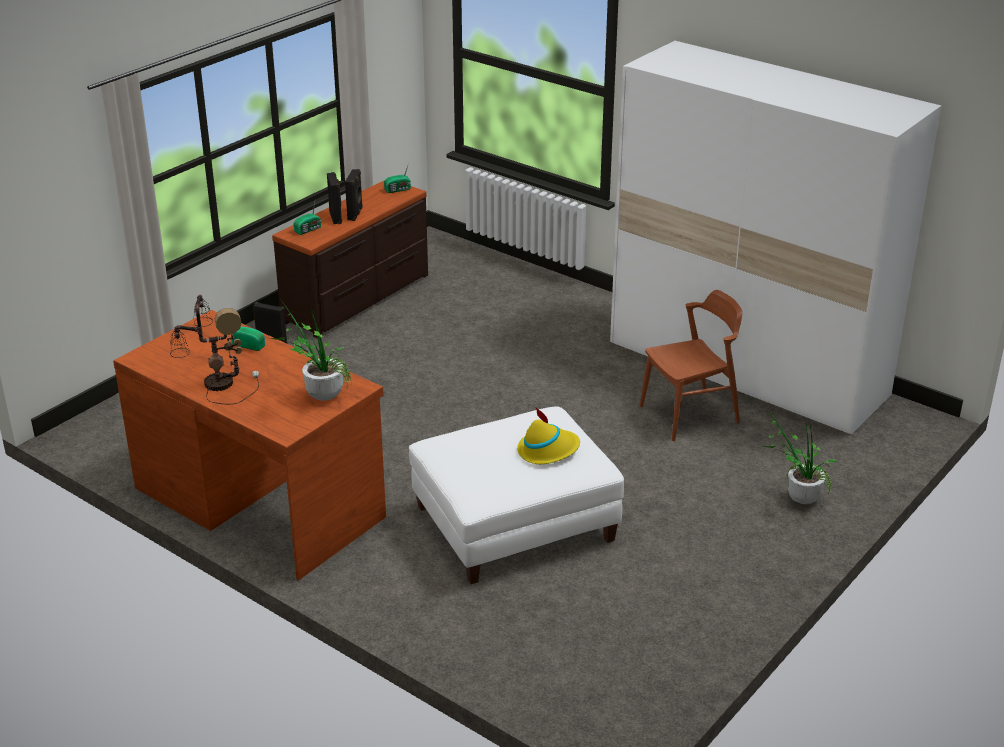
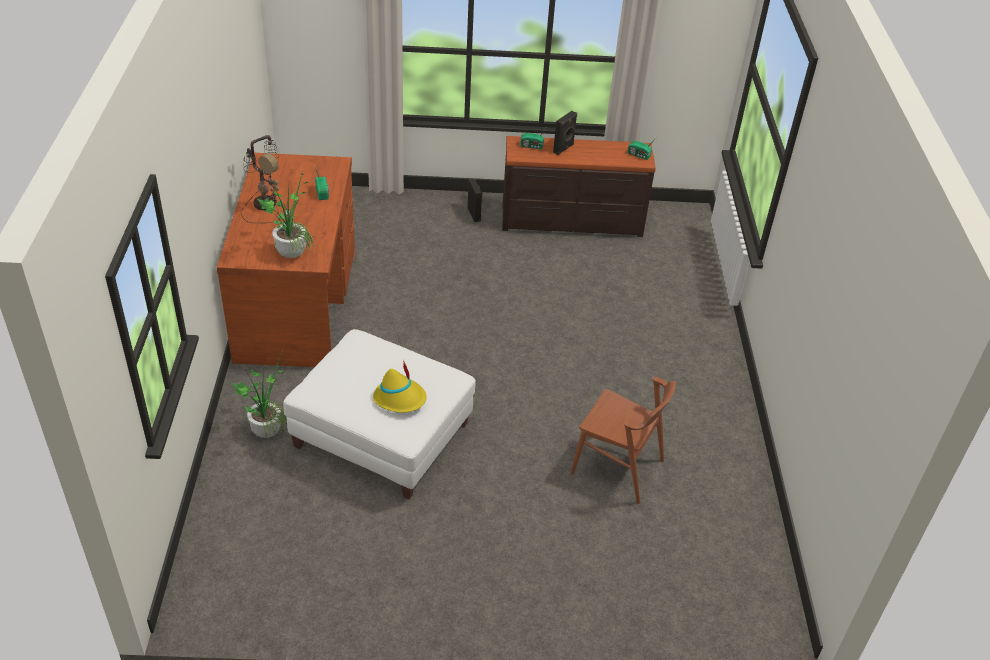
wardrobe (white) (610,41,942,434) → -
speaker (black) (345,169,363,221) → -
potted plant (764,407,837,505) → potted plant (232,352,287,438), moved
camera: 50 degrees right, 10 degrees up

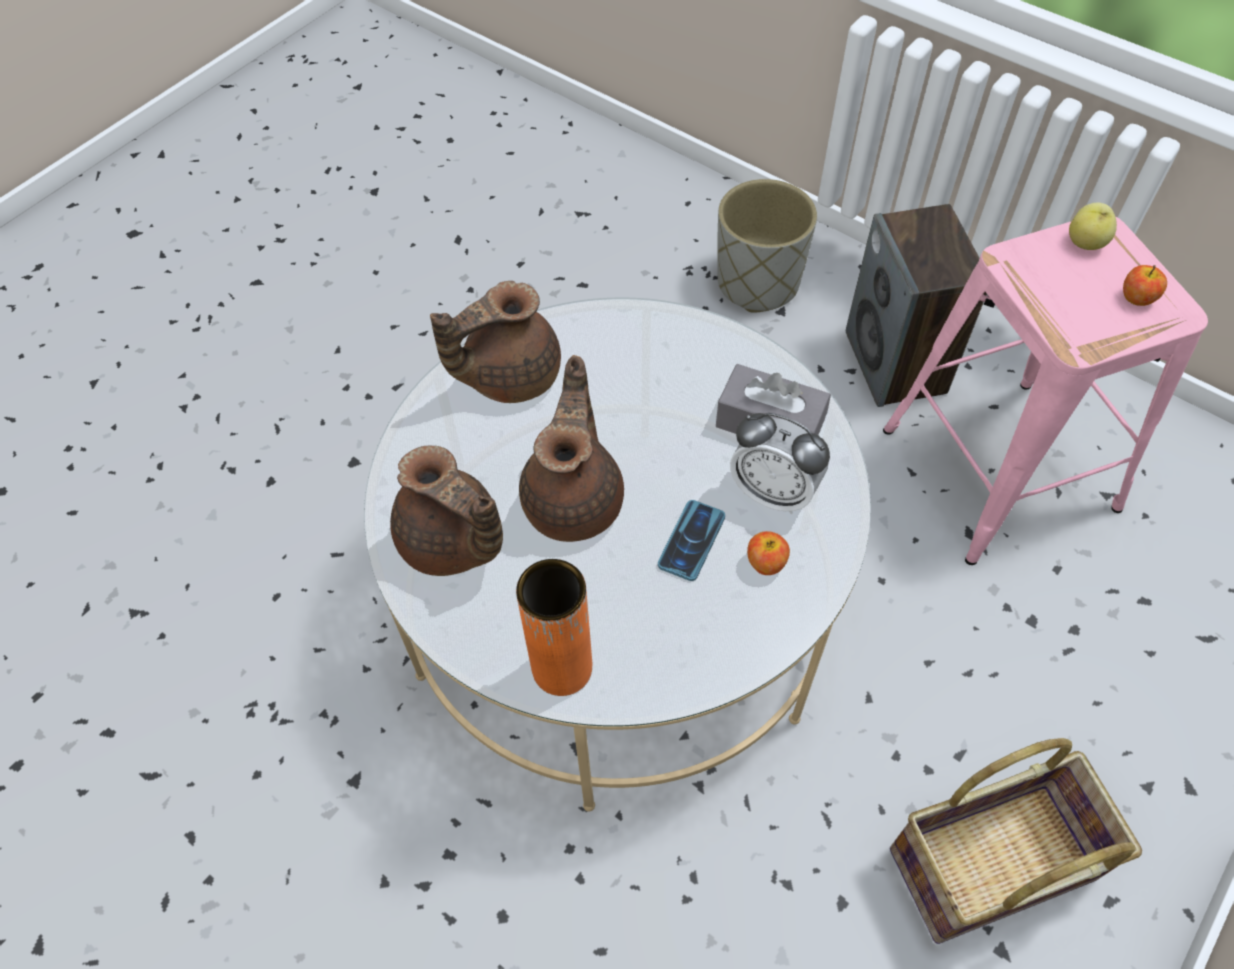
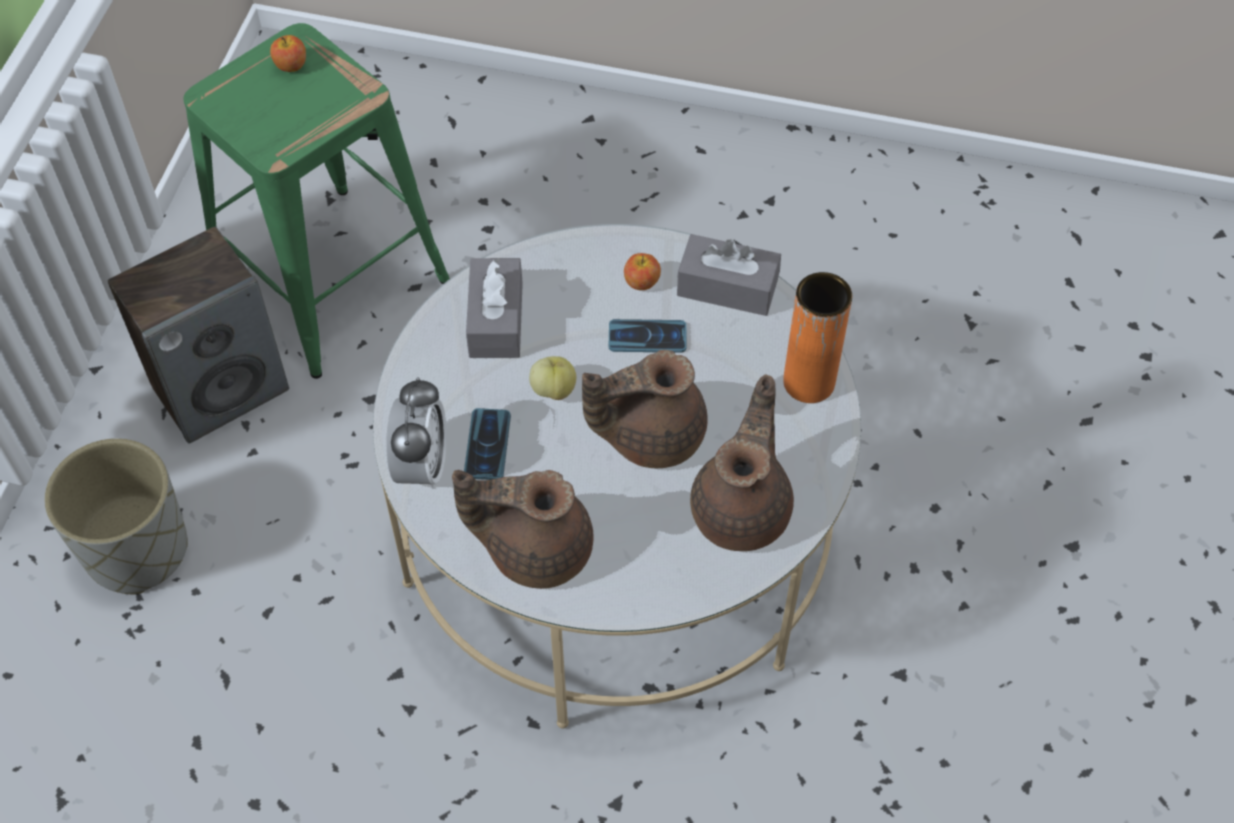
apple (1069,203,1117,250) → apple (529,356,576,400), moved
stool (pink) (883,216,1208,565) → stool (green) (183,23,450,379)
teapot (brown) (430,281,561,403) → teapot (brown) (452,470,594,589), 150 degrees clockwise
alarm clock (730,413,830,514) → alarm clock (386,377,447,489), moved
basket (890,738,1142,944) → -
- → tissue box (grey) (677,234,781,316)
- → phone (464,408,511,480)
camera: 115 degrees left, 0 degrees up

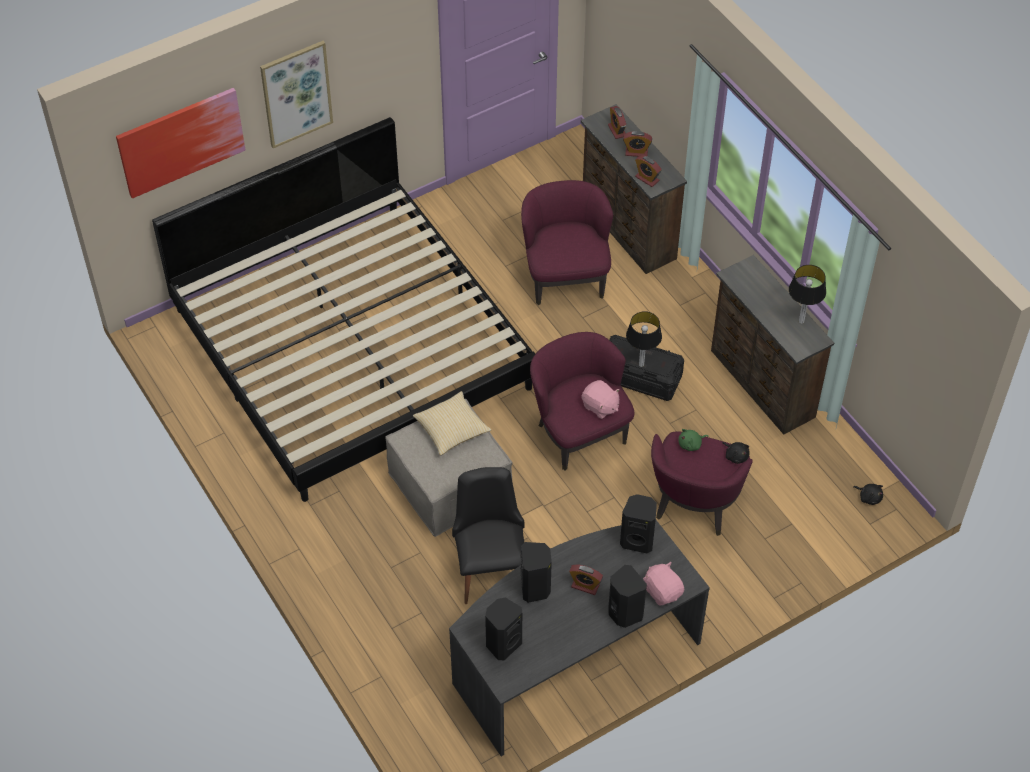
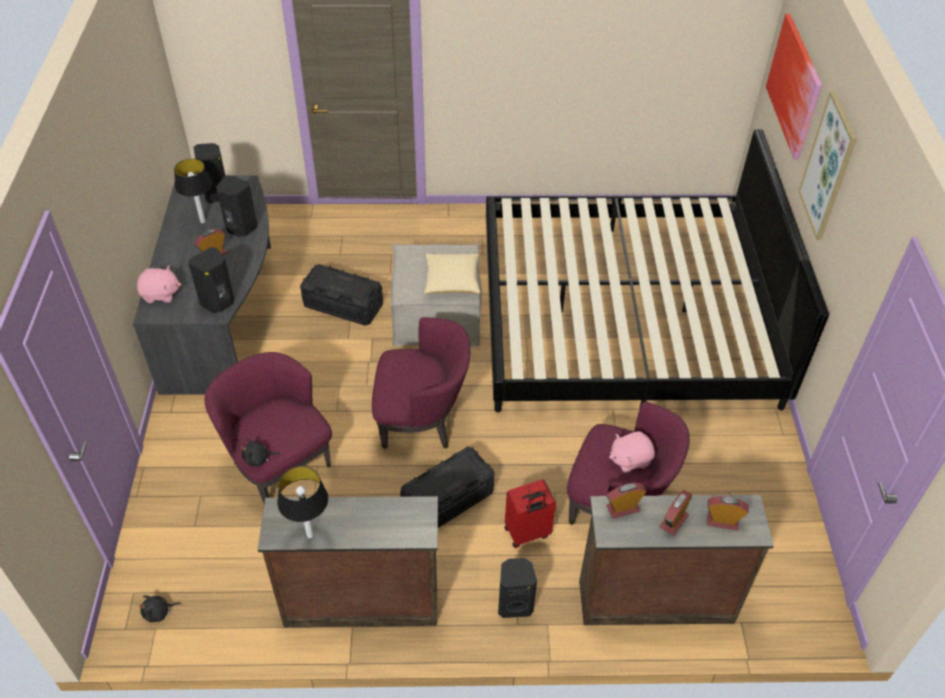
table lamp (626,311,662,367) → table lamp (174,158,212,223), moved
plush toy (pink) (582,380,620,419) → plush toy (pink) (609,431,655,473), moved
plush toy (green) (678,429,708,451) → -
chair (black) (452,467,525,604) → storage box (black) (300,264,383,326)
speaker (black) (608,565,647,628) → speaker (black) (498,558,537,618), moved
- → suitcase (red) (505,480,556,548)
camera: 120 degrees right, 5 degrees down

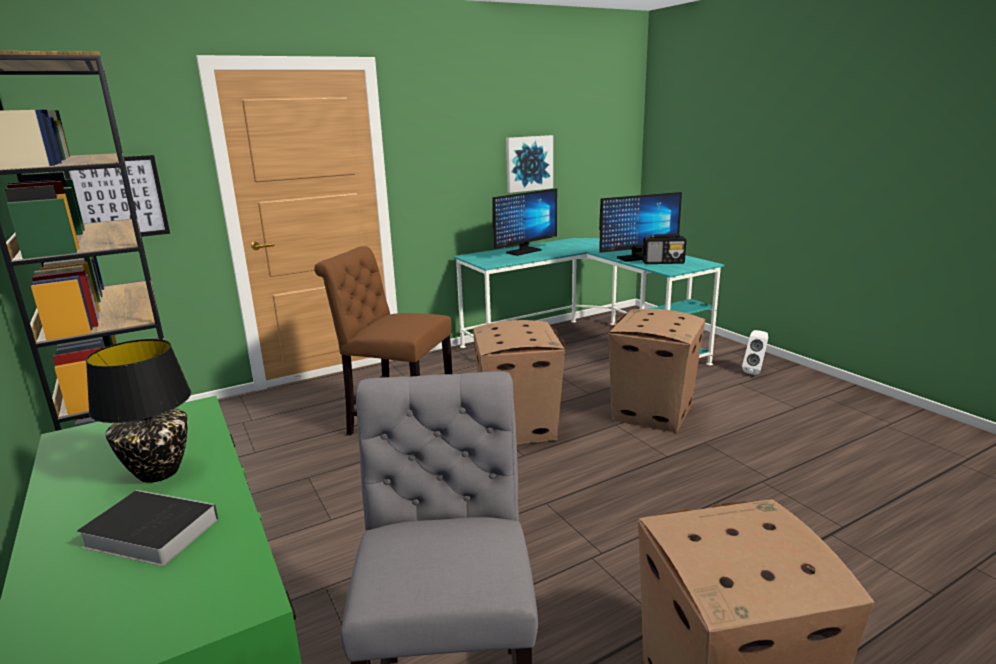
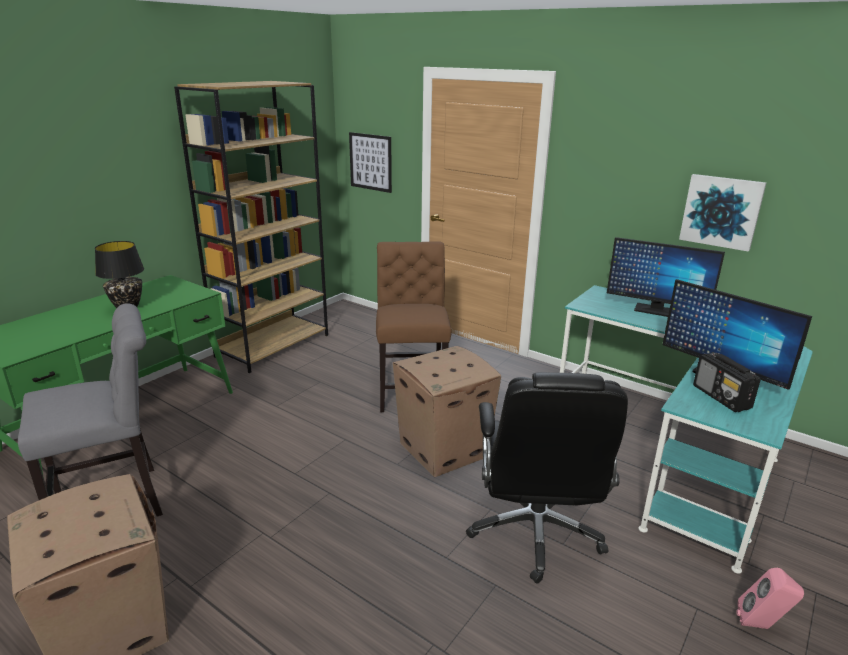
cardboard box (608,309,705,433) → office chair (black) (466,372,628,583)
speaker (white) (742,330,768,375) → speaker (pink) (736,568,804,629)
book (77,490,218,566) → -
camera: 65 degrees right, 5 degrees up

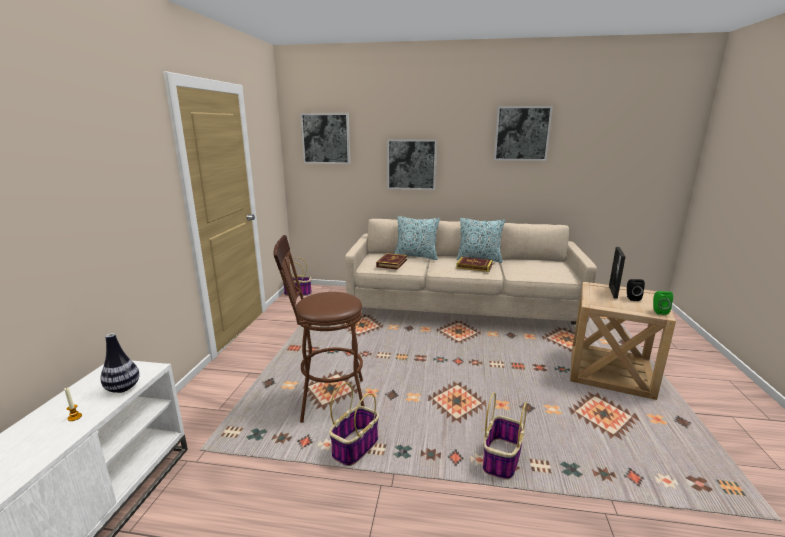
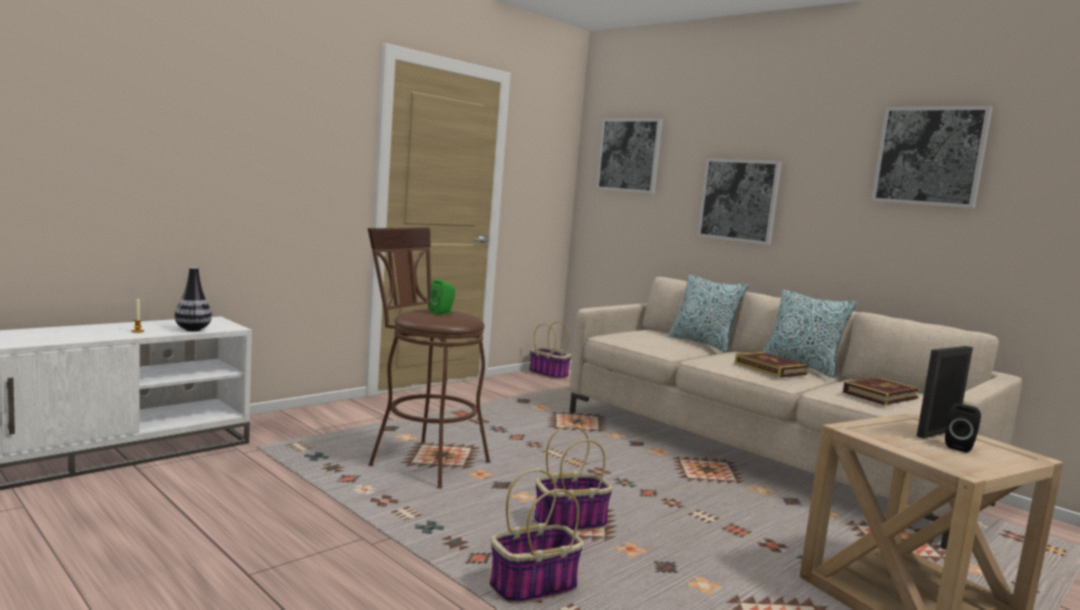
book (376,253,407,270) → book (843,377,920,405), moved
speaker (green) (653,291,673,315) → speaker (green) (429,279,455,315), moved
basket (329,383,379,466) → basket (534,425,613,531), moved
camera: 35 degrees right, 10 degrees down

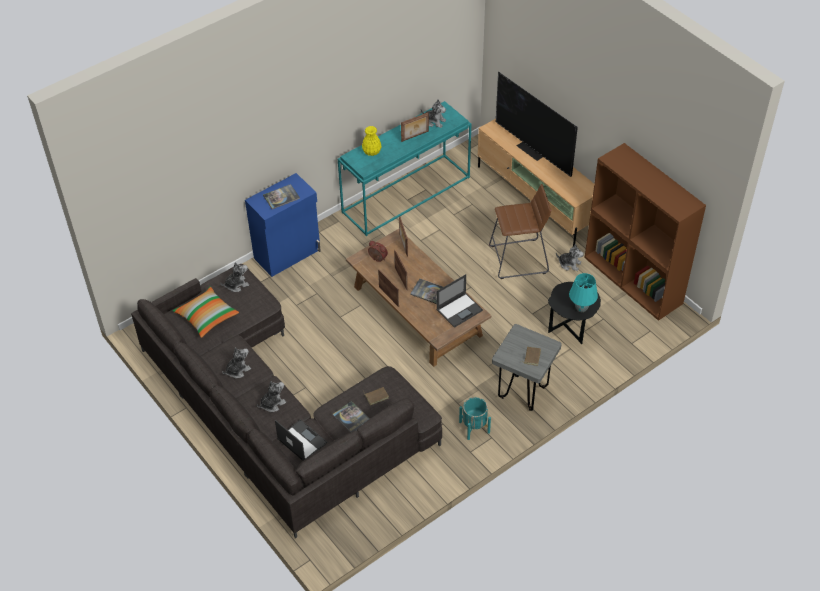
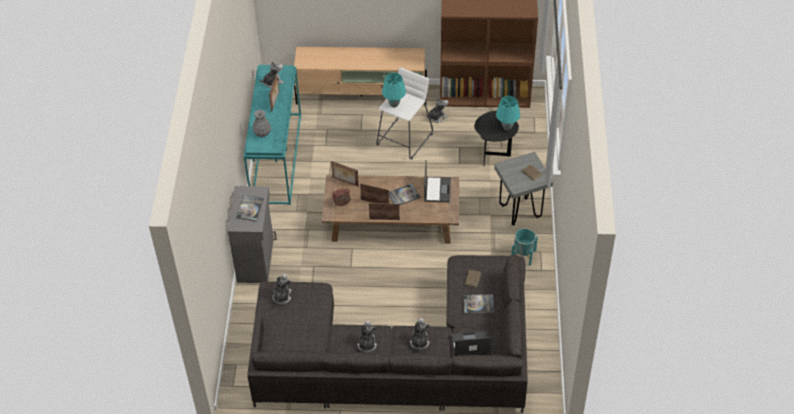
television (496,72,578,177) → -
vase (yellow) (362,126,382,156) → vase (grey) (252,110,271,137)
cabinet (blue) (245,173,321,277) → cabinet (grey) (228,186,277,283)
stool (brown) (489,184,551,279) → stool (white) (376,67,433,159)
pillow (172,286,239,338) → -
- → table lamp (turquoise) (382,73,406,107)
camera: 50 degrees left, 0 degrees up

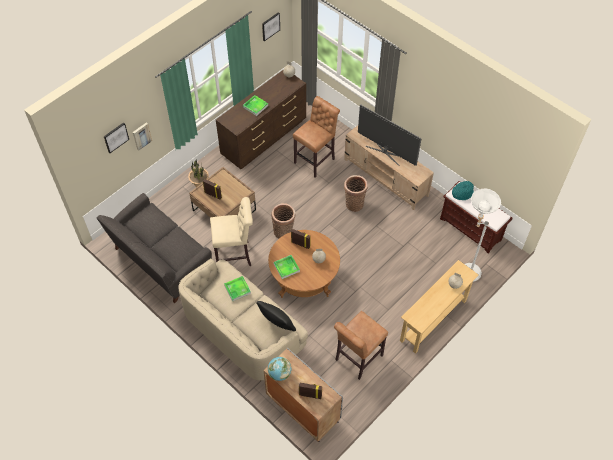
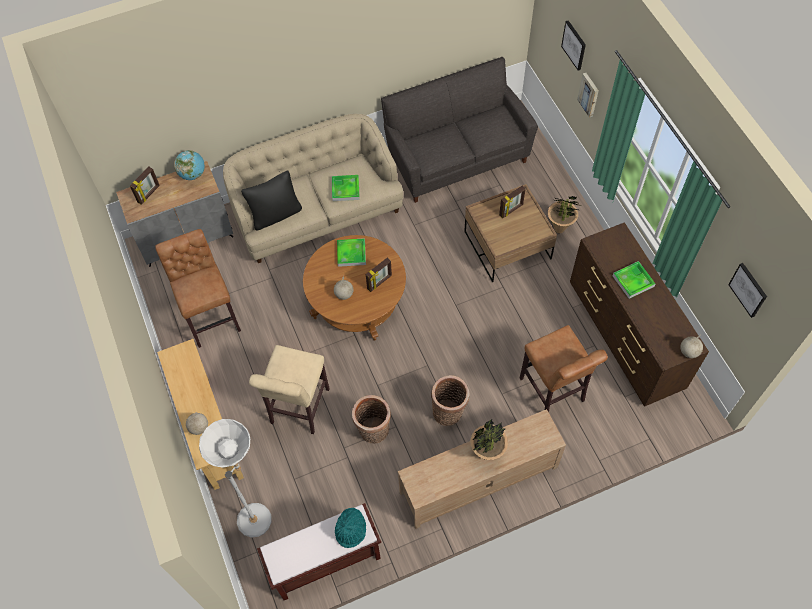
television (358,104,422,166) → potted plant (470,419,508,460)
stool (beige) (210,197,253,266) → stool (beige) (249,345,330,434), moved
basket (271,203,296,238) → basket (352,395,391,444), moved
camera: 115 degrees right, 5 degrees up

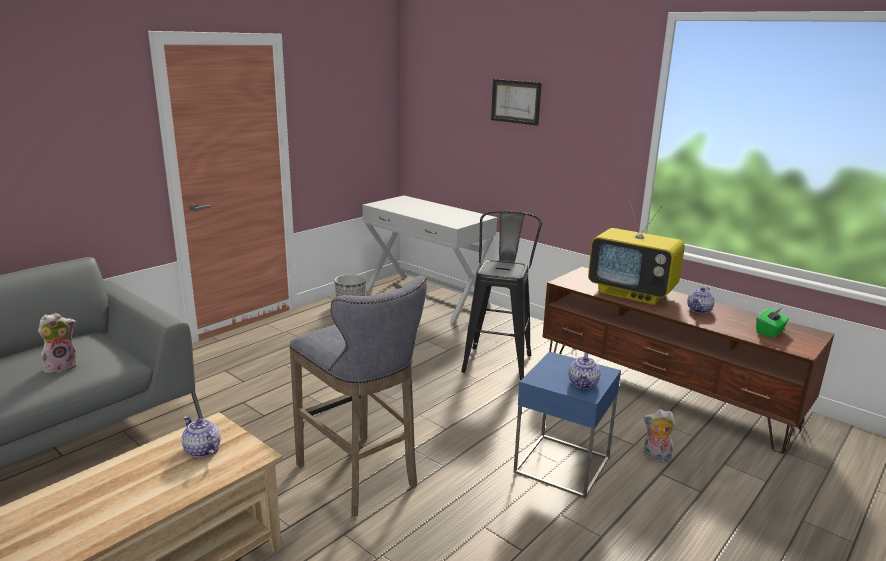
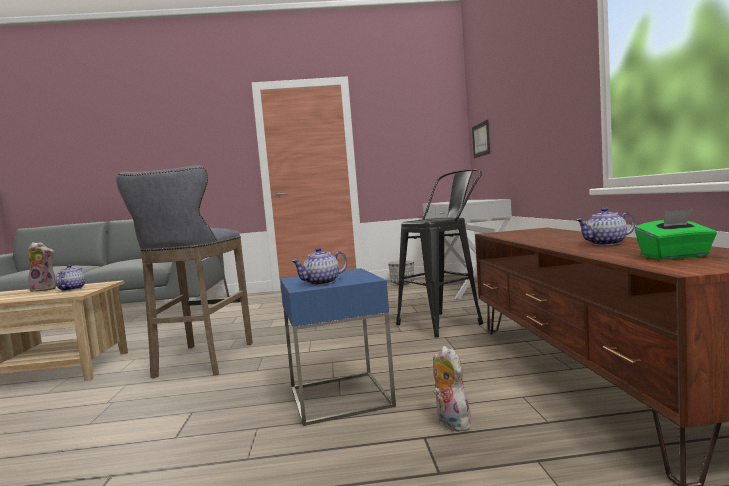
picture (491,79,542,126) → picture (472,120,490,158), moved
television (588,200,685,305) → -
plush toy (38,313,77,374) → plush toy (28,242,56,292), moved
camera: 45 degrees right, 15 degrees down

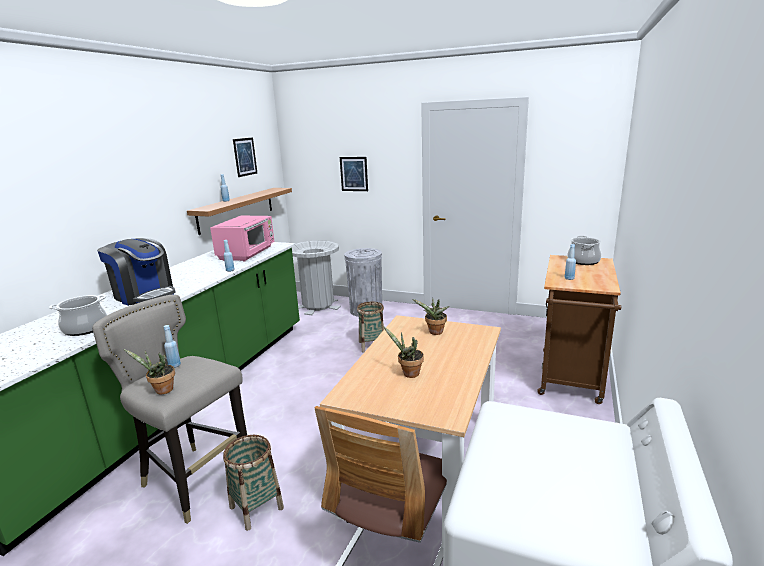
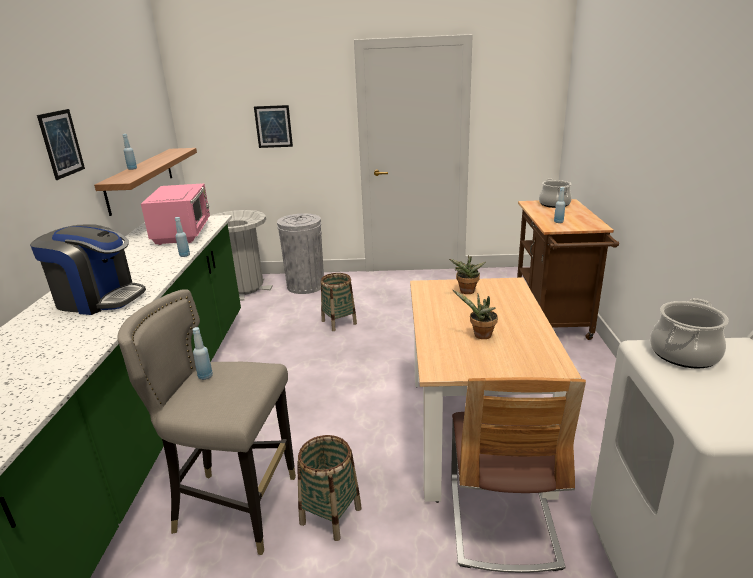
picture (233,137,257,177) → picture (37,109,85,180), moved
cooking pot (49,295,107,336) → cooking pot (650,298,729,369), moved
potted plant (123,349,175,395) → -
camera: 20 degrees left, 5 degrees up

